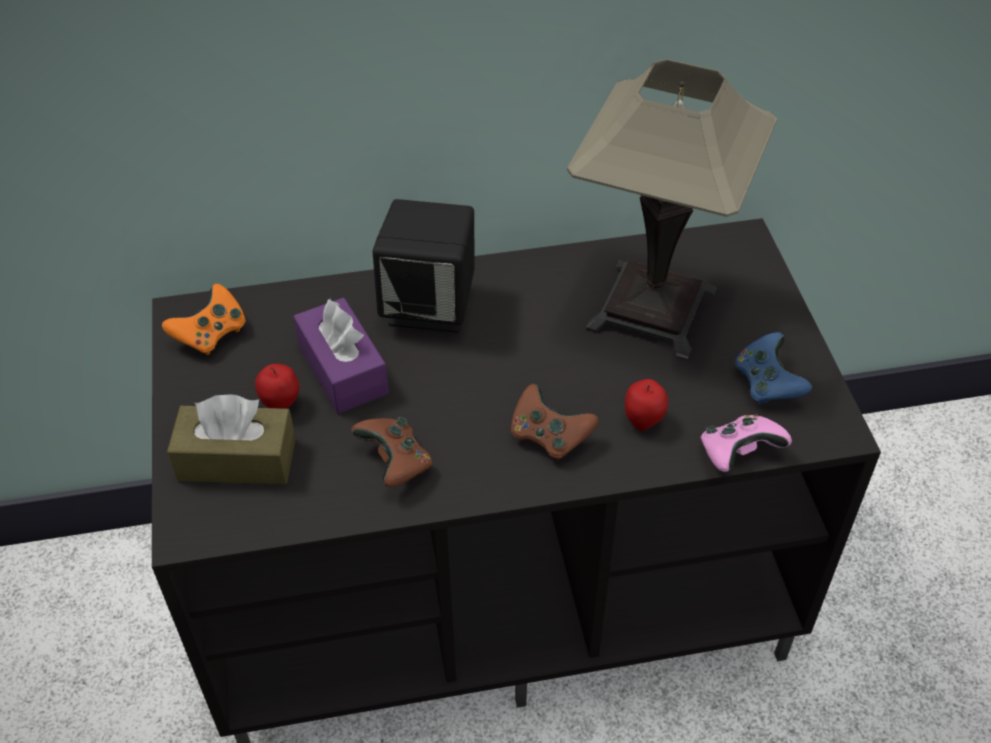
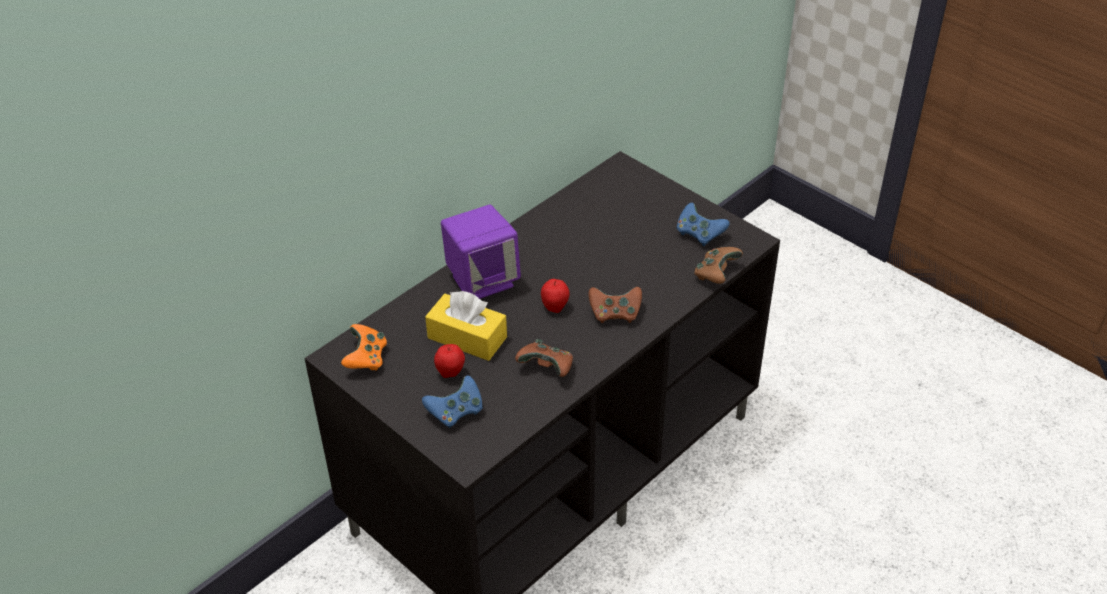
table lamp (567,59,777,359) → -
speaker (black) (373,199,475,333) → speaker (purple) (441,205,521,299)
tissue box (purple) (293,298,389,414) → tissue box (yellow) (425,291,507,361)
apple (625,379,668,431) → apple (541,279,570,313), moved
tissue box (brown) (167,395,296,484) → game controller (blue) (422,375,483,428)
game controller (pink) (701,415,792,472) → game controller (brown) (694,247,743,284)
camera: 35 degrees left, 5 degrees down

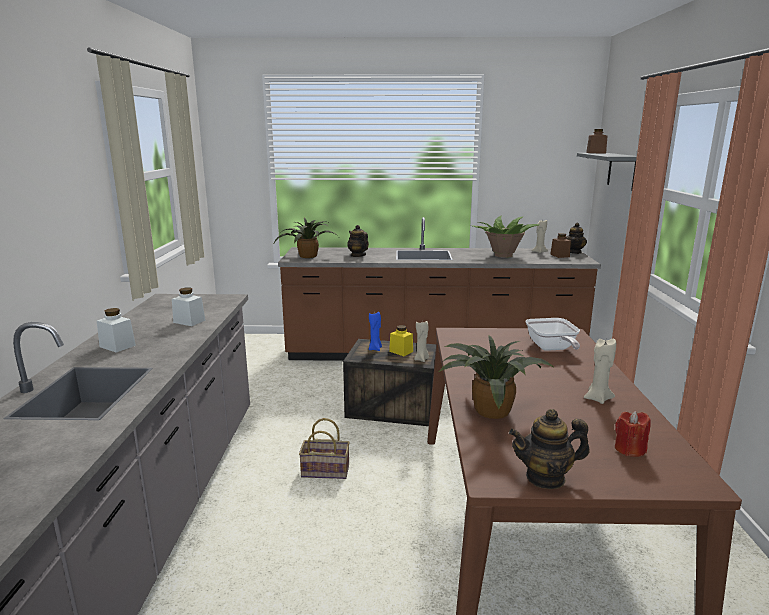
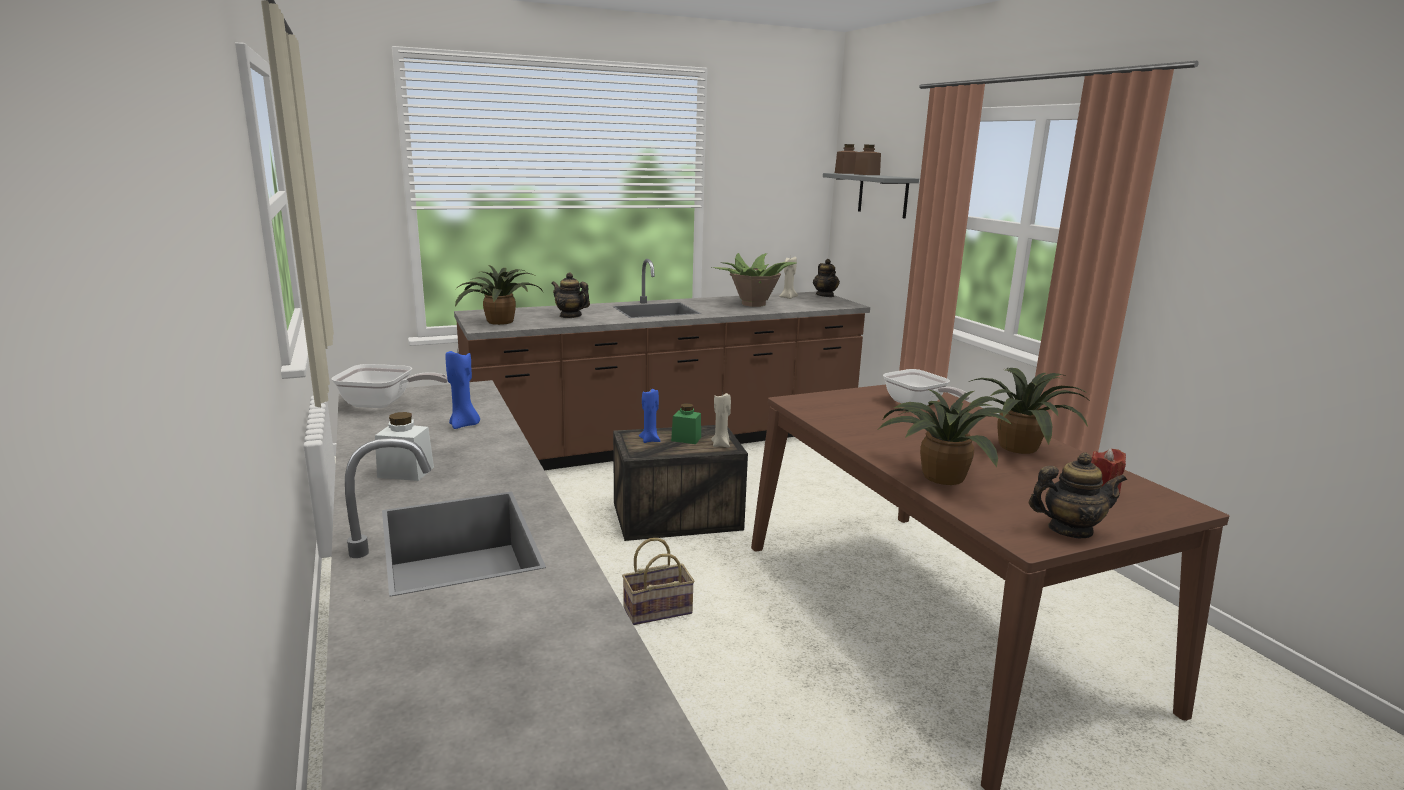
jar (brown) (550,233,571,258) → jar (brown) (854,145,881,175), moved
jar (white) (172,288,205,326) → candle (blue) (445,351,480,429)
jar (yellow) (389,325,413,356) → jar (green) (671,403,701,444)
candle (beige) (584,339,616,404) → potted plant (967,368,1091,454)
teapot (509,409,590,489) → teapot (1029,453,1127,538), 150 degrees counterclockwise
- → frying pan (331,364,448,408)
camera: 25 degrees left, 0 degrees up

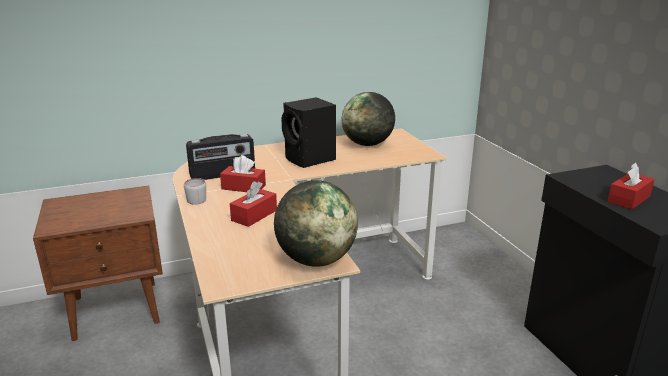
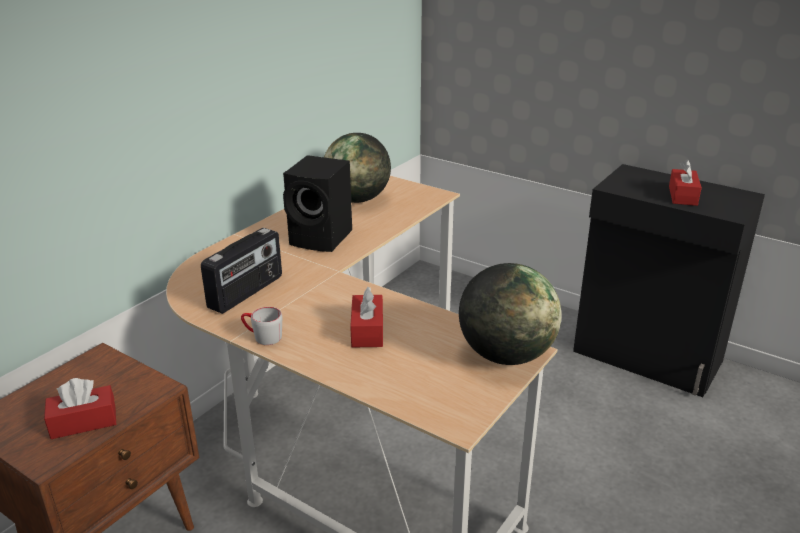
tissue box (red) (220,155,266,192) → tissue box (red) (44,378,116,439), moved
camera: 35 degrees left, 5 degrees up

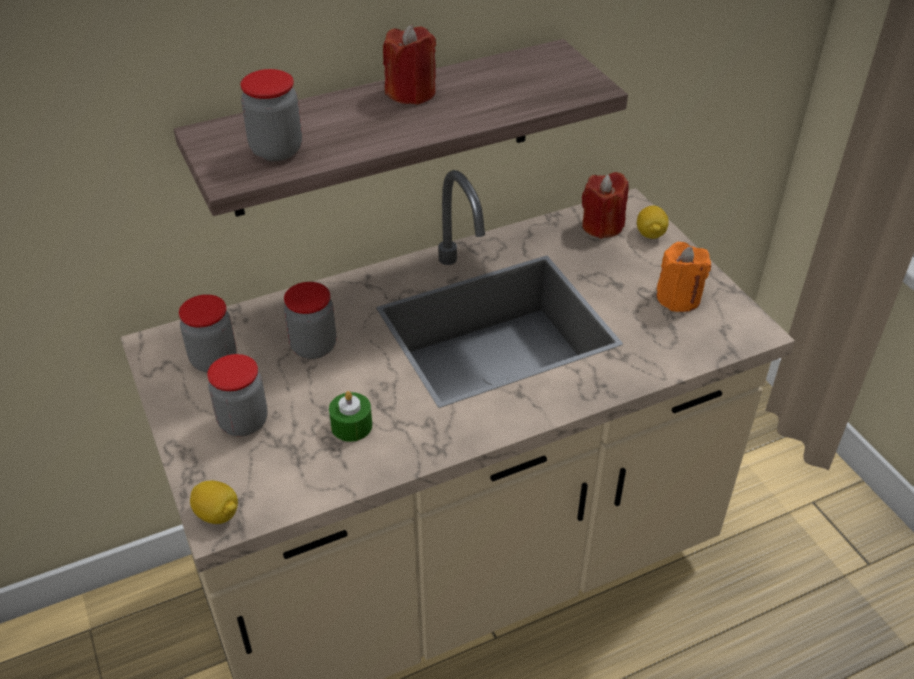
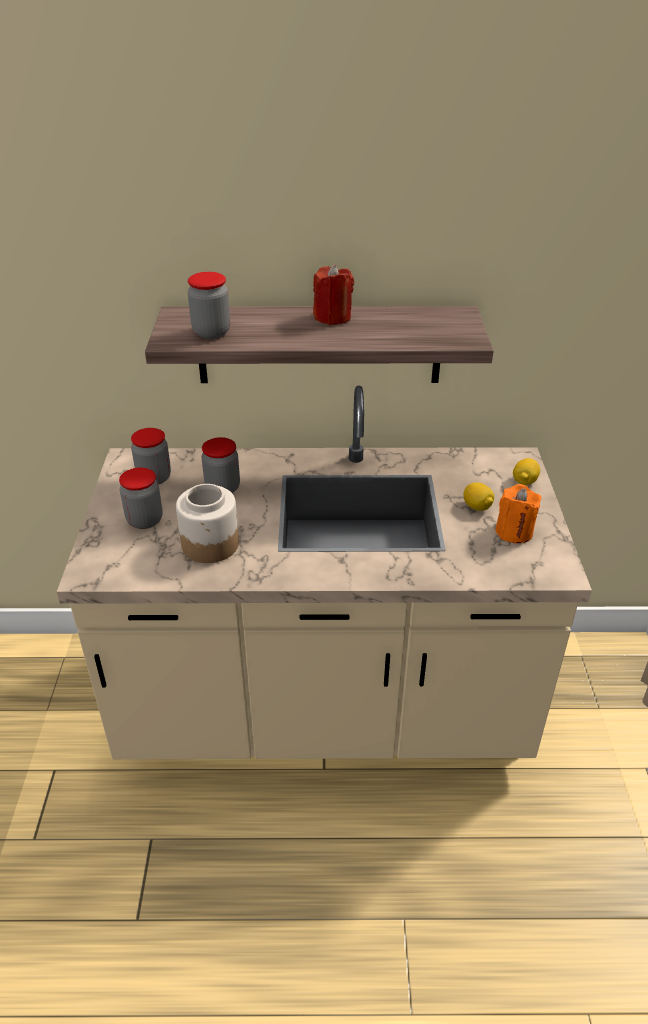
candle (red) (582,172,629,239) → -
candle (green) (329,391,372,442) → jar (176,484,239,563)
lemon (190,480,238,524) → lemon (463,482,494,511), moved
camera: 25 degrees right, 5 degrees down

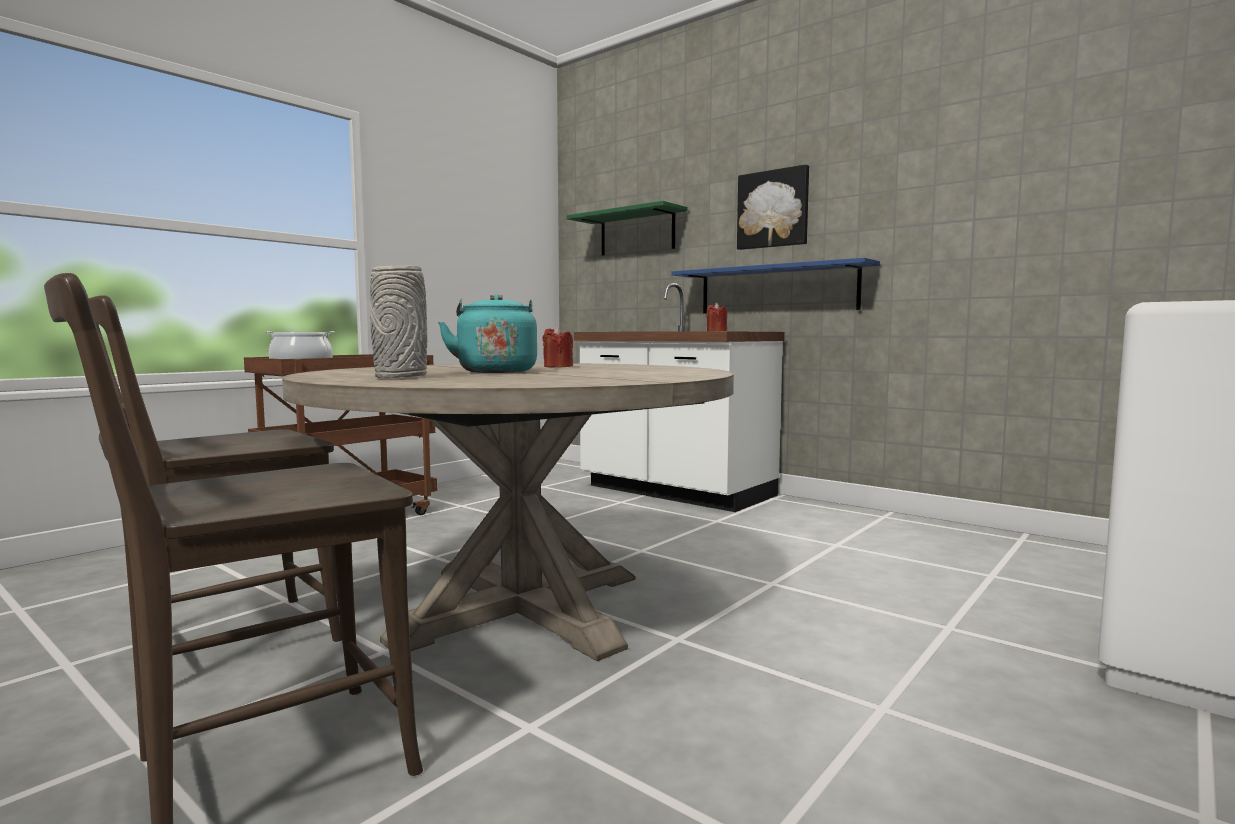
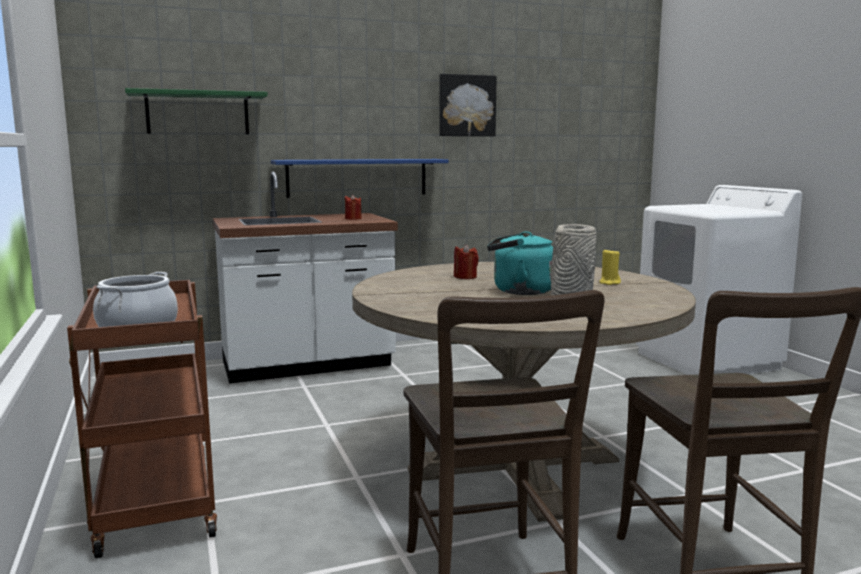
picture (737,164,809,250) → picture (439,74,497,136), moved
- → candle (yellow) (600,248,621,285)
camera: 60 degrees left, 5 degrees up

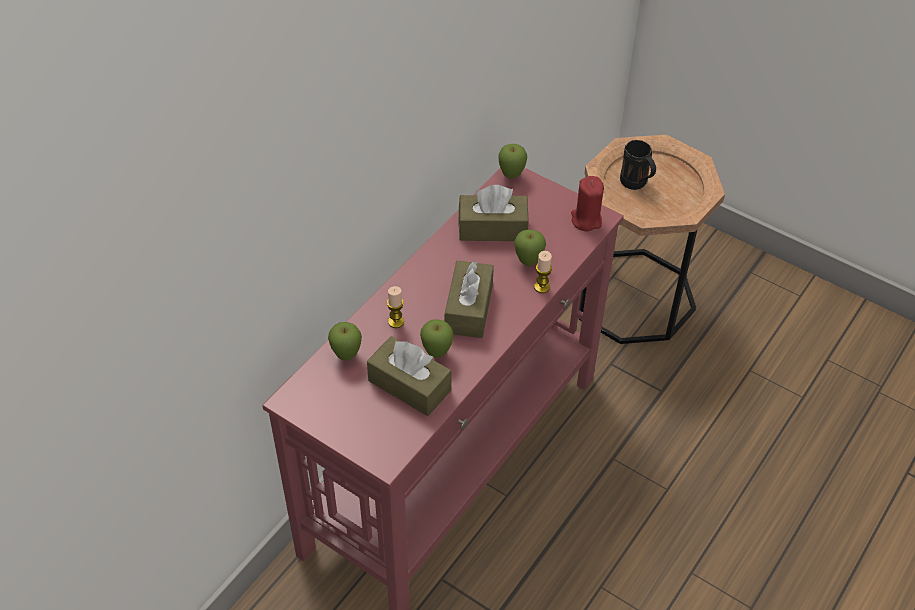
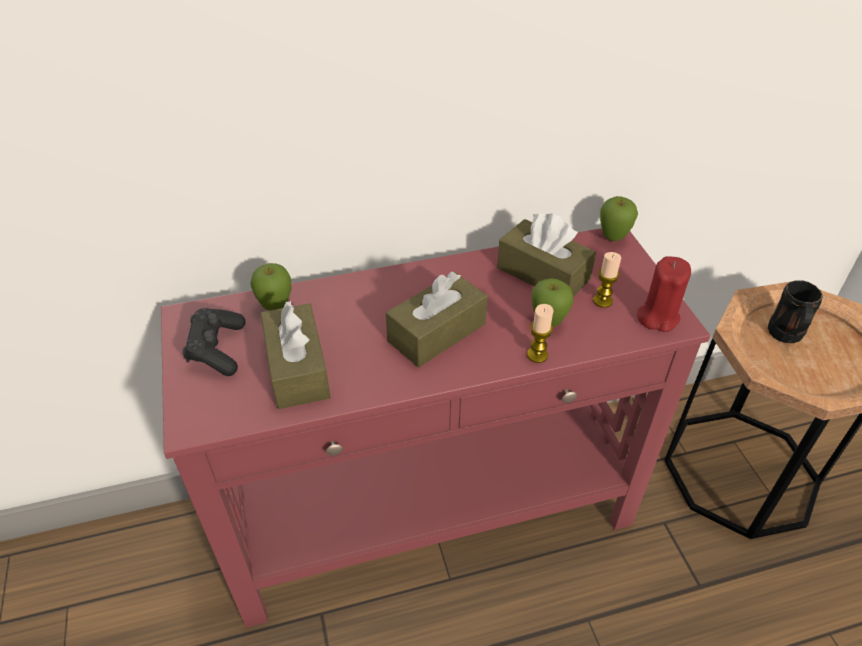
candle (387,286,404,328) → candle (593,252,621,308), moved
apple (420,319,454,358) → -
- → game controller (black) (182,308,246,376)
camera: 40 degrees right, 5 degrees down

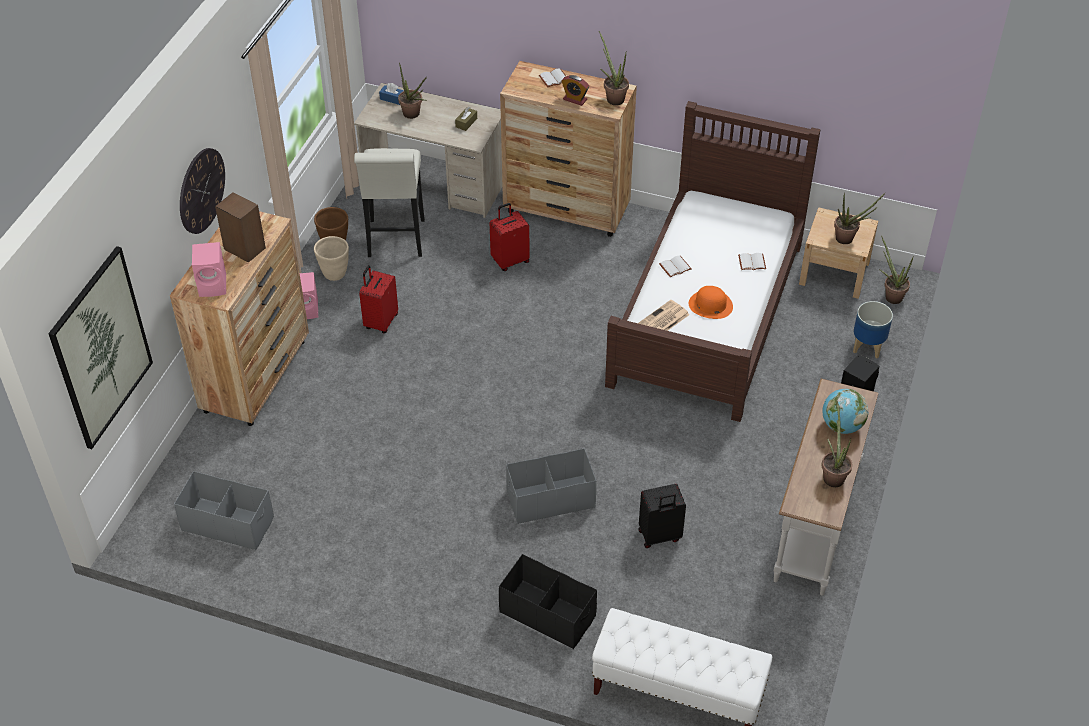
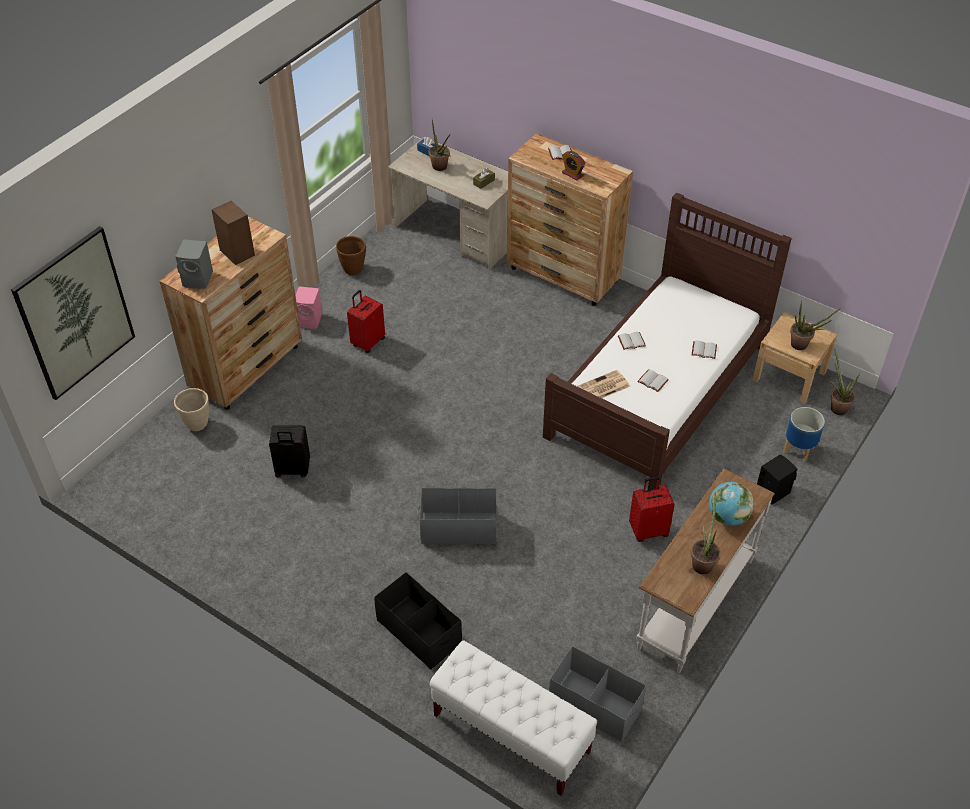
potted plant (599,31,629,106) → -
wall clock (180,148,225,234) → -
stool (white) (354,148,425,257) → -
suitcase (red) (490,203,530,271) → suitcase (red) (629,477,675,542), moved
planter (beige) (314,236,349,281) → planter (beige) (174,388,209,431), moved
speaker (pink) (192,242,226,297) → speaker (grey) (175,239,213,289)
hat (orange) (689,286,733,319) → book (white) (637,369,669,392)
storage box (grey) (174,471,274,550) → storage box (grey) (549,646,646,742), moved
suitcase (black) (638,484,686,548) → suitcase (black) (269,425,310,477), moved
camera: 15 degrees right, 0 degrees up

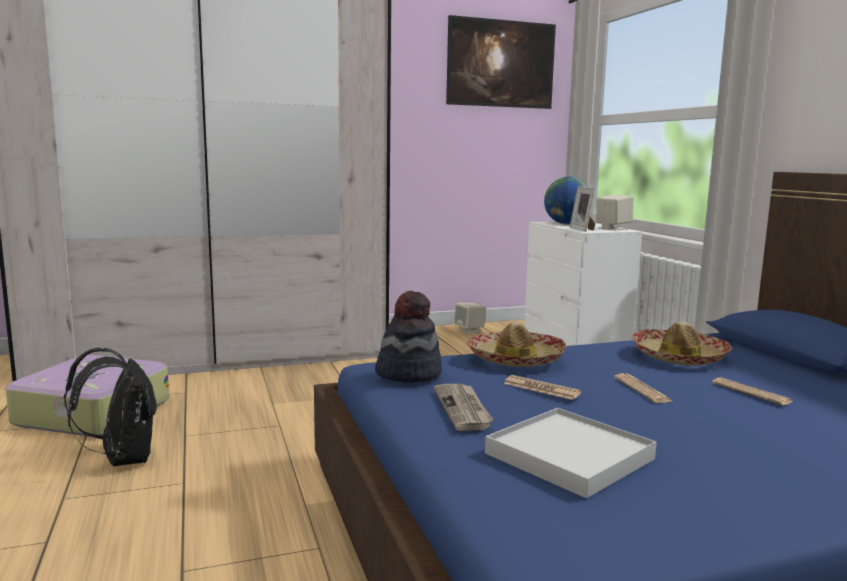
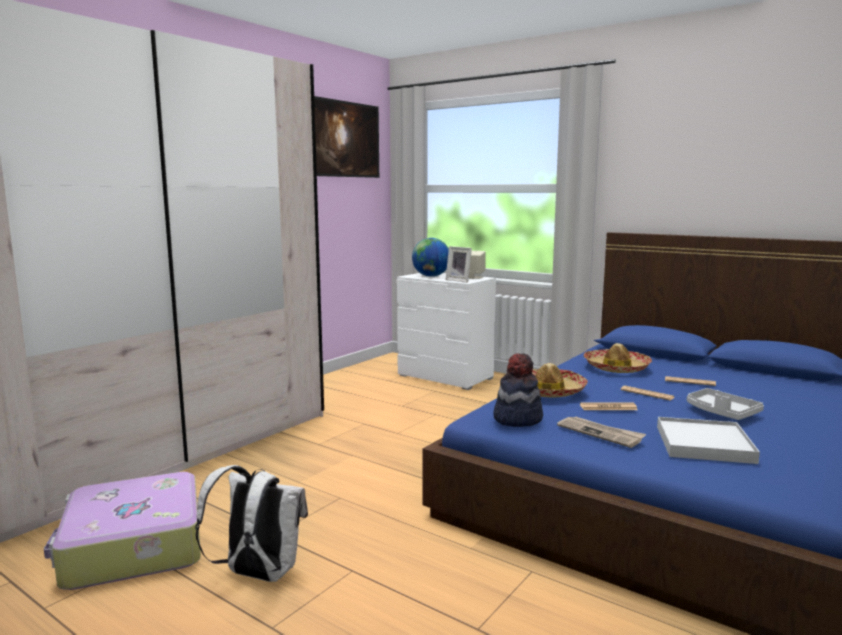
speaker (beige) (454,303,486,334) → -
backpack (black) (64,348,157,466) → backpack (white) (195,465,308,582)
- → tray (grey) (687,388,764,420)
camera: 35 degrees left, 0 degrees up

